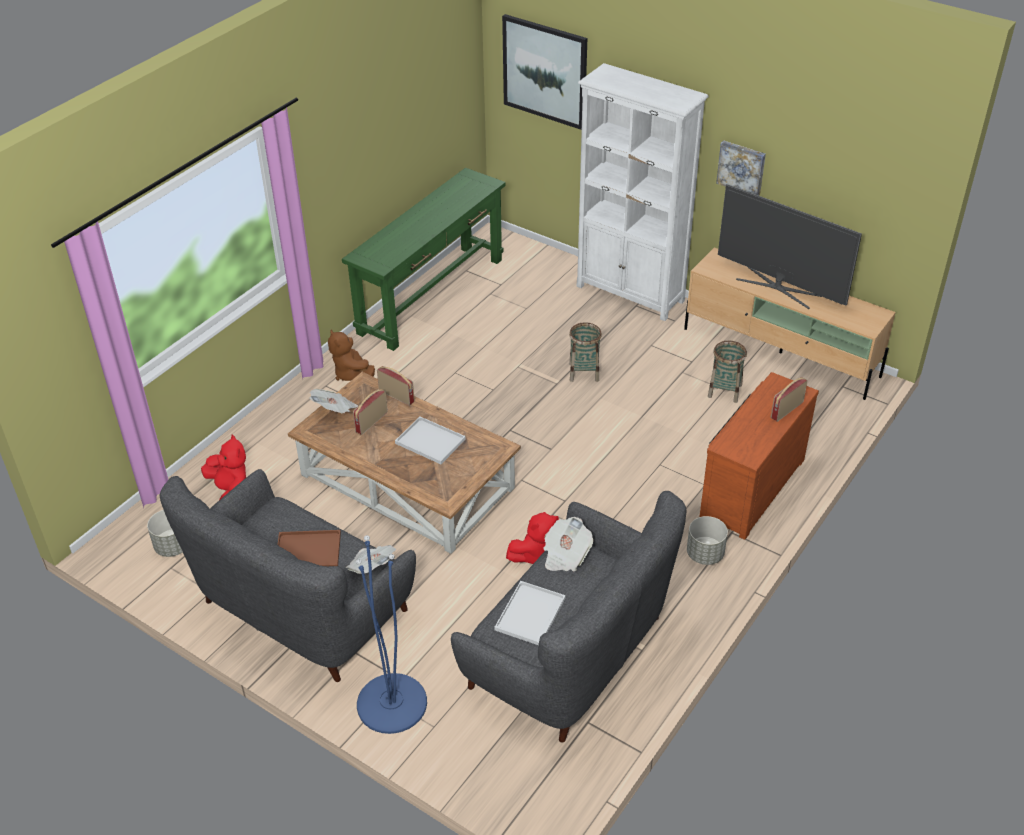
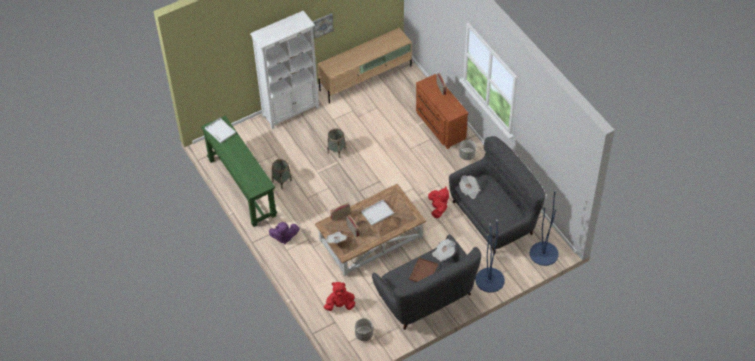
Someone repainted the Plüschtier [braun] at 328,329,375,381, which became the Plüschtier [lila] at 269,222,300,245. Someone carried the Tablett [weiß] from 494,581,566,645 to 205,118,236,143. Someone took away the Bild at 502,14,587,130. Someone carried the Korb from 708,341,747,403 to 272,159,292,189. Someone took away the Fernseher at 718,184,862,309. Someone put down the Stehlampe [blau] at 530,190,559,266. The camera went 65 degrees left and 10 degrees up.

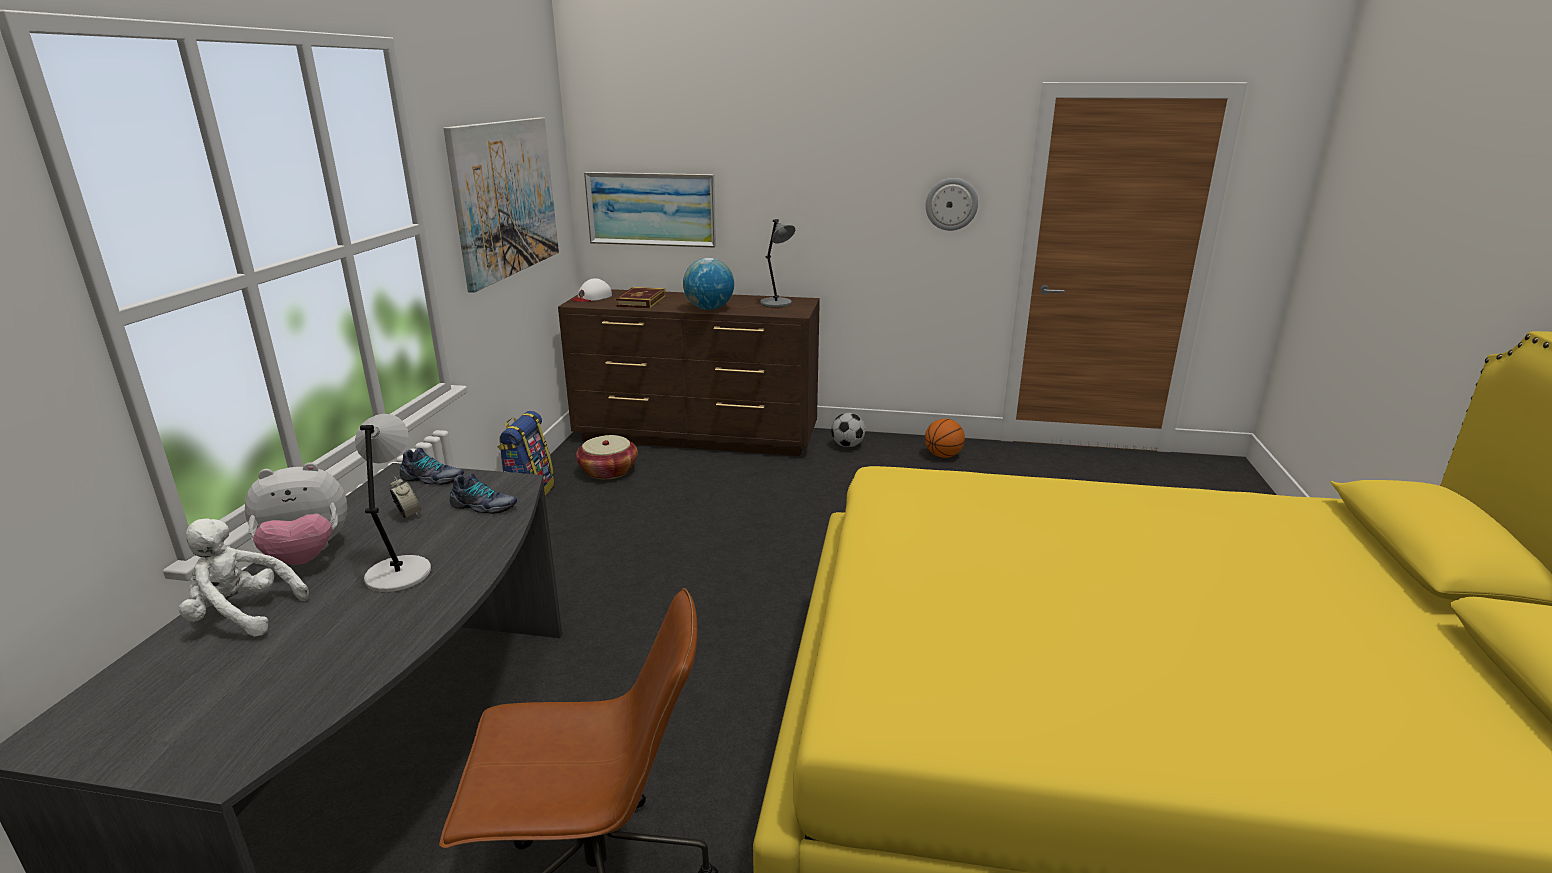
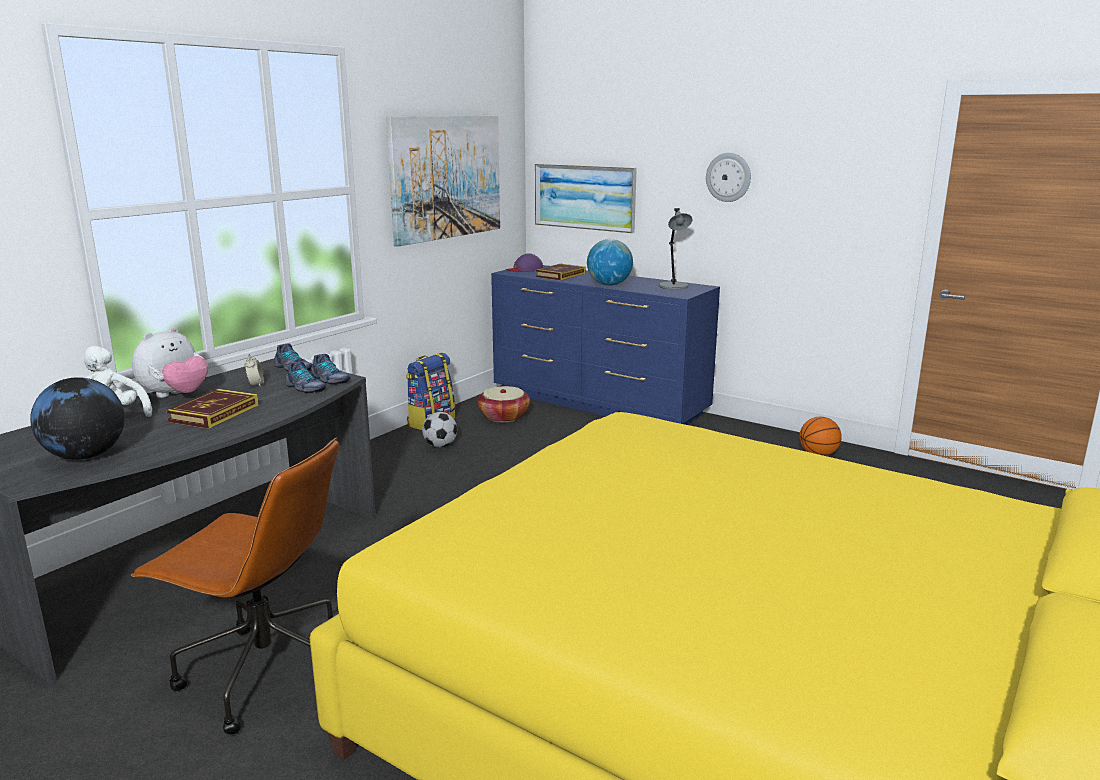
Someone rotated the Plüschtier at 245,462,348,565 by 60 degrees counterclockwise. Someone swapped the Tischlampe [grau] at 355,414,431,592 for the Buch at 166,389,259,429. Someone repainted the Kommode [braun] at 558,289,820,456, which became the Kommode [blau] at 491,265,720,425. Someone repainted the Kappe [weiß] at 571,278,612,302, which became the Kappe [lila] at 506,253,543,272. Someone carried the Fußball from 831,413,865,447 to 422,412,457,447. Someone carried the Wanduhr from 926,178,978,231 to 706,153,751,202. Someone put down the Globus at 30,377,125,460. Someone put down the Schuh at 310,354,350,385. The camera went 25 degrees right and 5 degrees down.

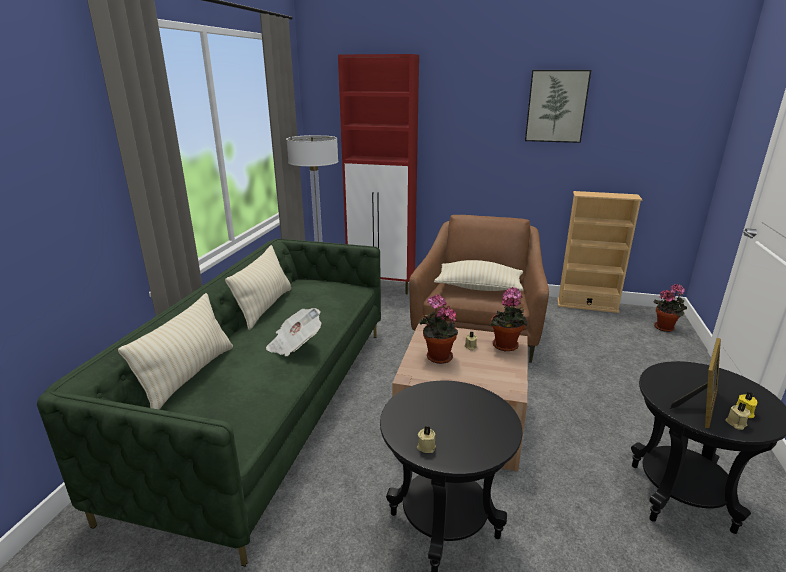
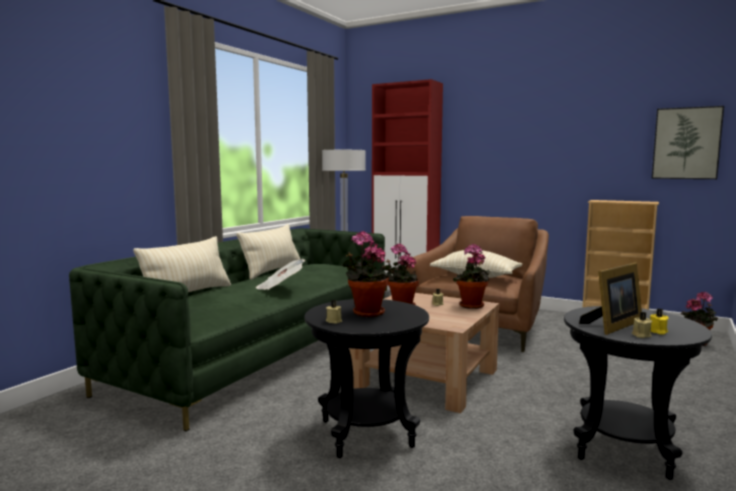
Someone carried the Bild from 525,70,591,143 to 652,106,724,179. Someone put down the Topfpflanze at 342,231,389,317. The camera went 15 degrees right and 15 degrees down.

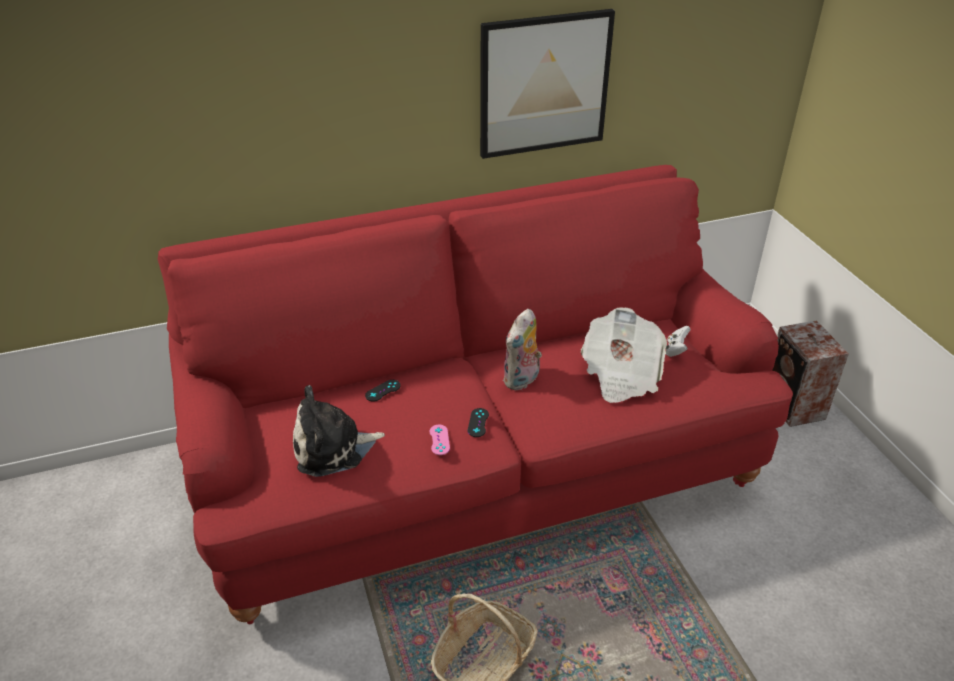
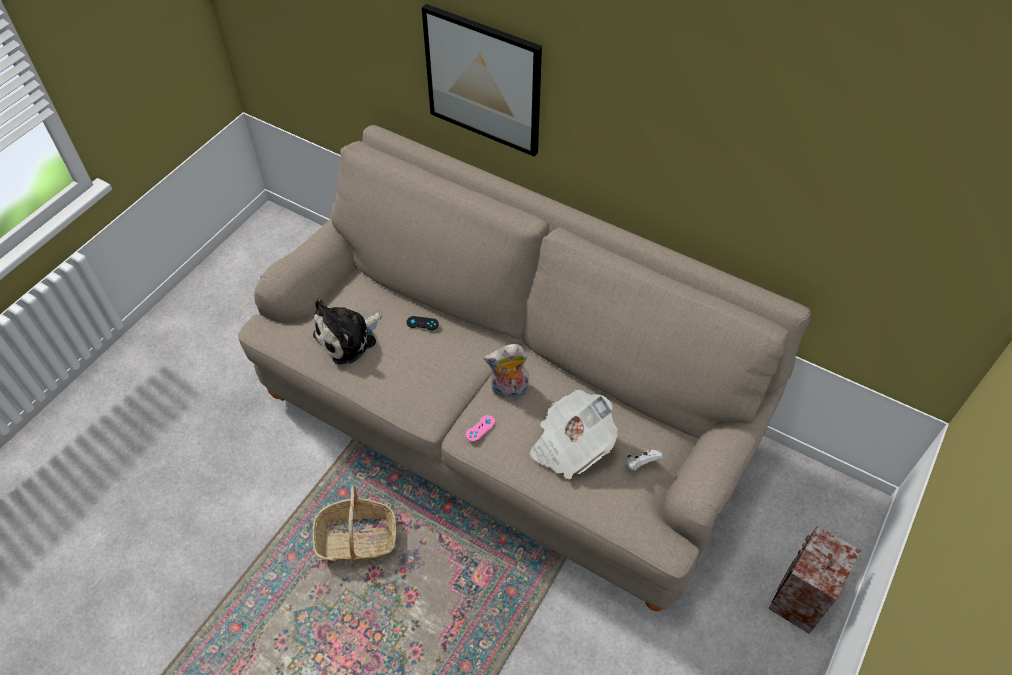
Someone repainted the Sofa [rot] at 158,165,793,624, which became the Sofa [beige] at 238,125,811,611. Someone rotated the Plüschtier at 293,385,385,477 by 75 degrees counterclockwise. Someone carried the Gamepad [rosa] from 429,425,450,455 to 466,415,495,442. Someone took away the Gamepad [schwarz] at 468,408,489,437. Someone carried the Bild from 480,9,615,159 to 422,4,542,157. The camera went 50 degrees right and 15 degrees up.

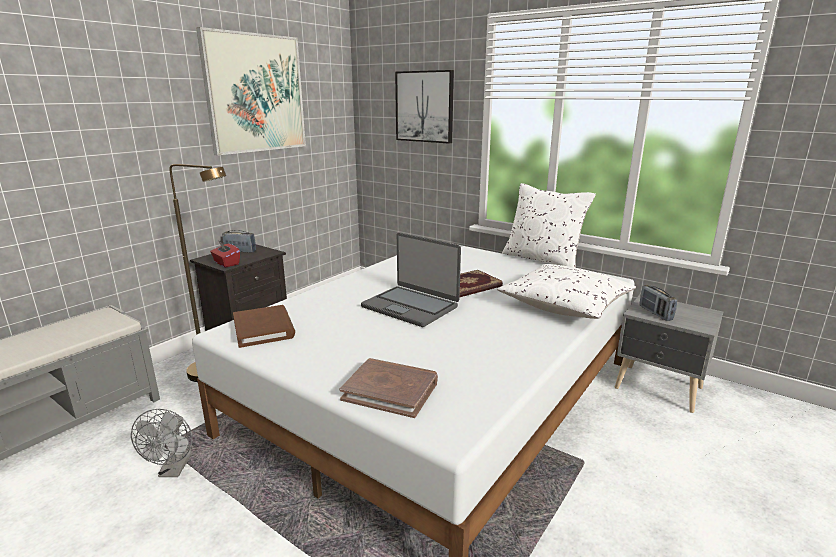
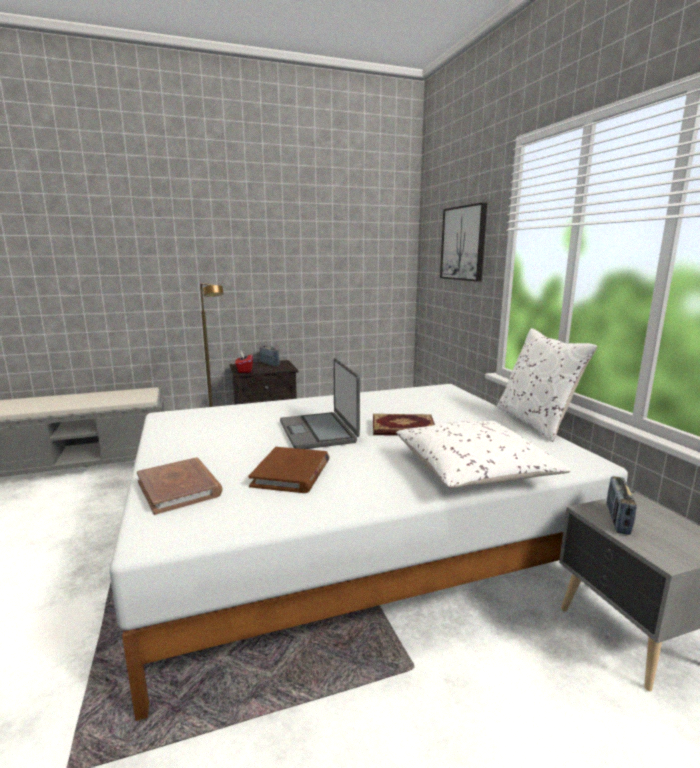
Someone took away the Ventilator [grau] at 131,409,192,477. Someone took away the Bild at 196,27,306,156. Someone carried the Buch [braun] from 233,305,295,348 to 249,447,329,493. The camera went 35 degrees right and 5 degrees down.

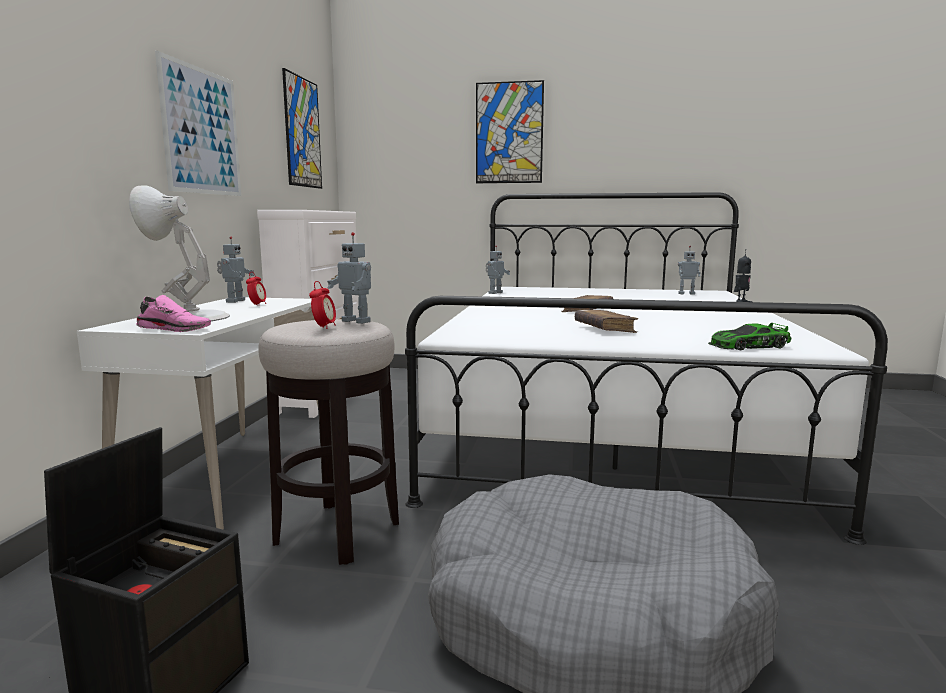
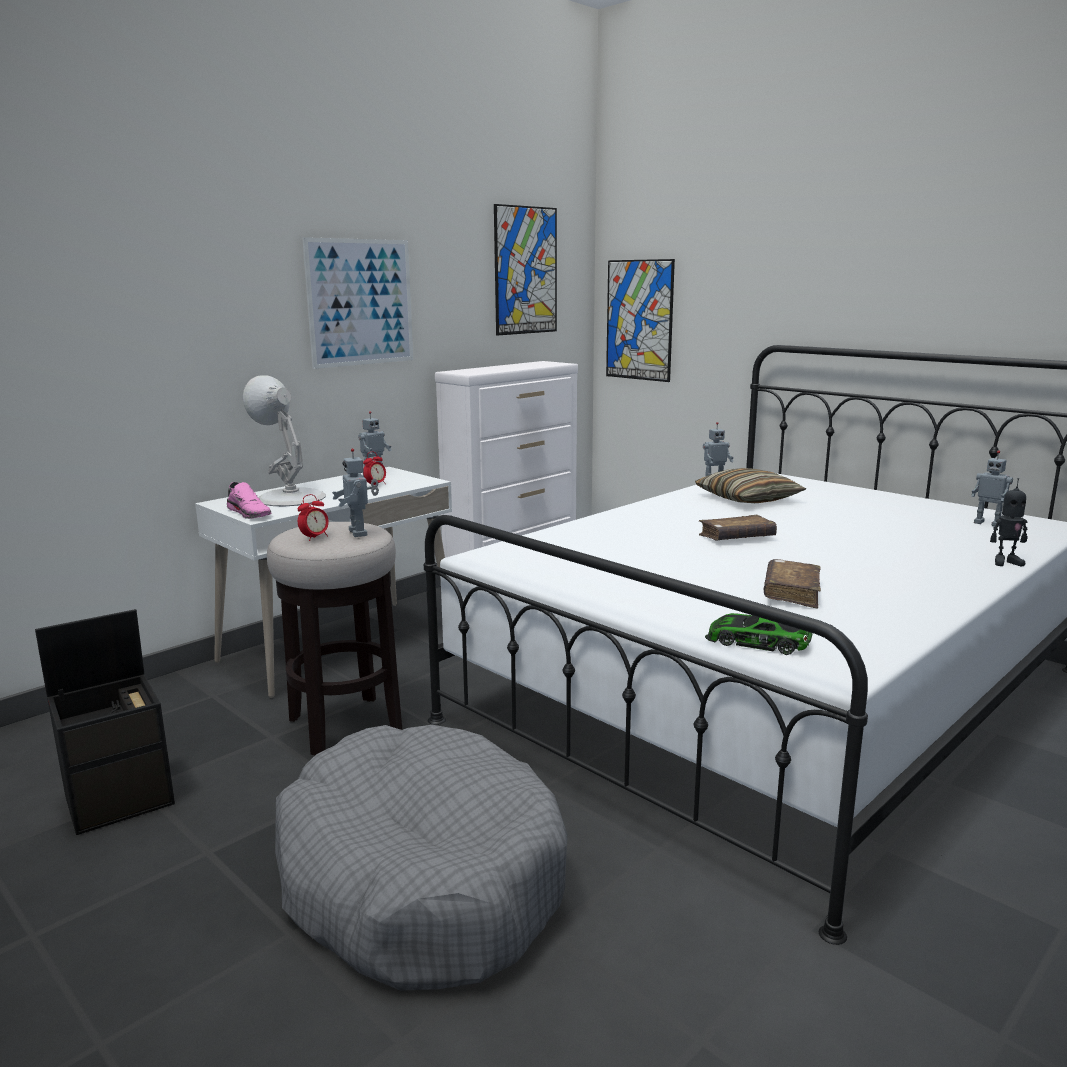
Someone carried the Bild from 476,80,544,183 to 606,259,675,382. Someone carried the Buch [braun] from 575,310,638,333 to 764,559,821,609. Someone put down the Kissen at 695,468,806,503. The camera went 35 degrees right and 5 degrees up.

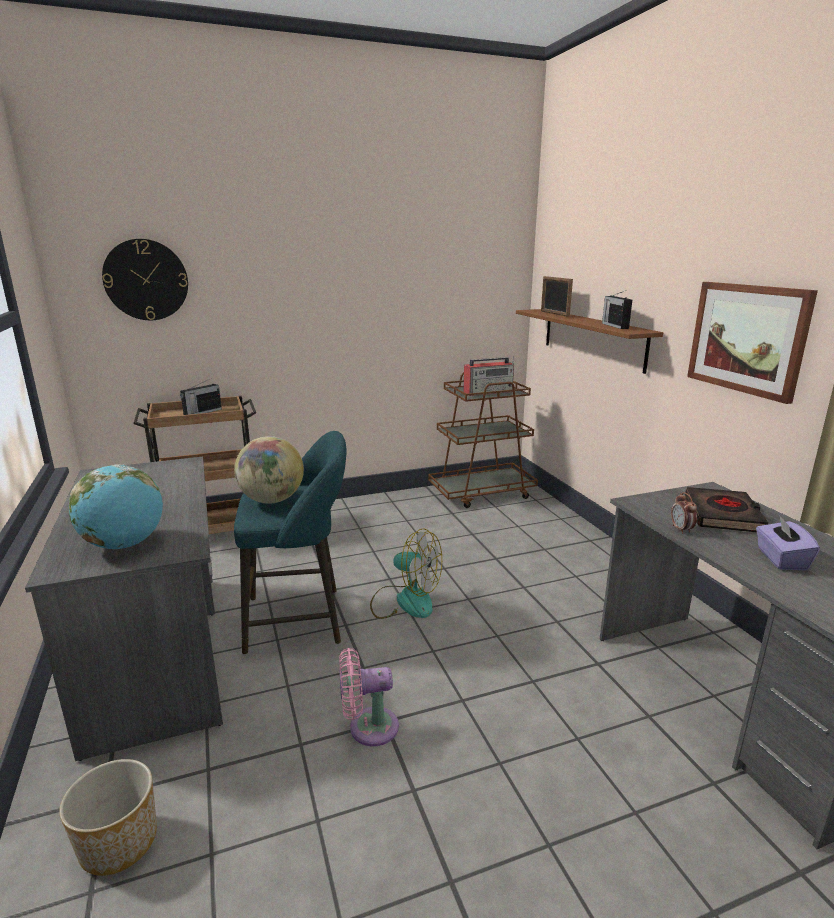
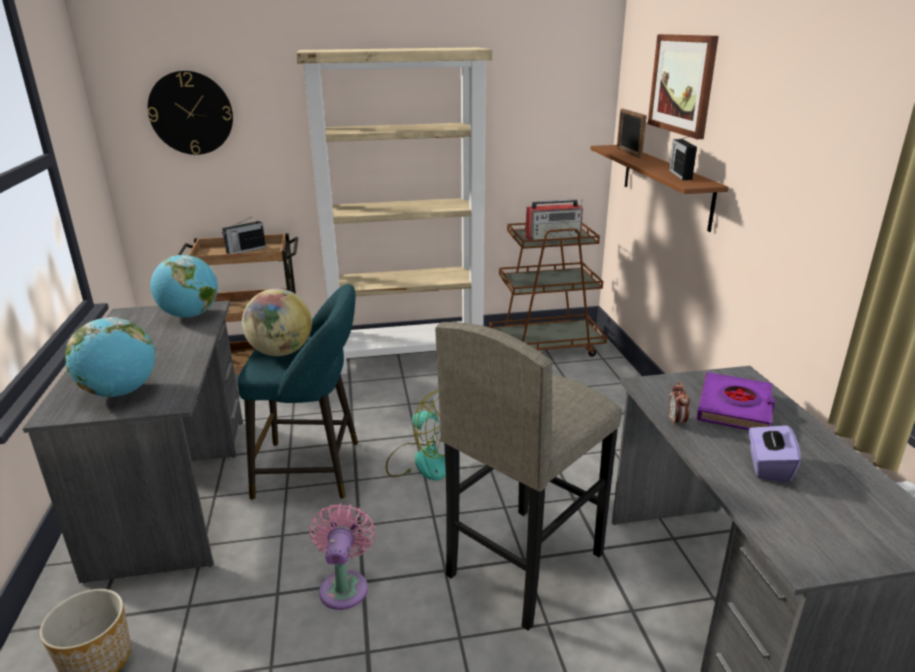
Someone rotated the Ventilator [rosa] at 339,648,399,746 by 90 degrees clockwise. Someone repainted the Buch [schwarz] at 685,487,768,532, which became the Buch [lila] at 696,372,775,430. Someone carried the Bild from 687,282,818,404 to 648,34,719,139. Someone put down the Globus at 150,255,218,318. Someone put down the Bücherregal [beige] at 296,47,493,374. Someone put down the Hocker [grau] at 435,322,622,631. The camera went 10 degrees right and 5 degrees up.

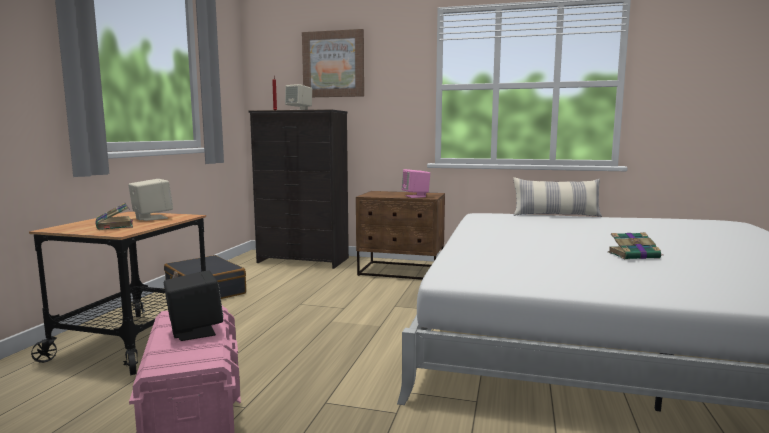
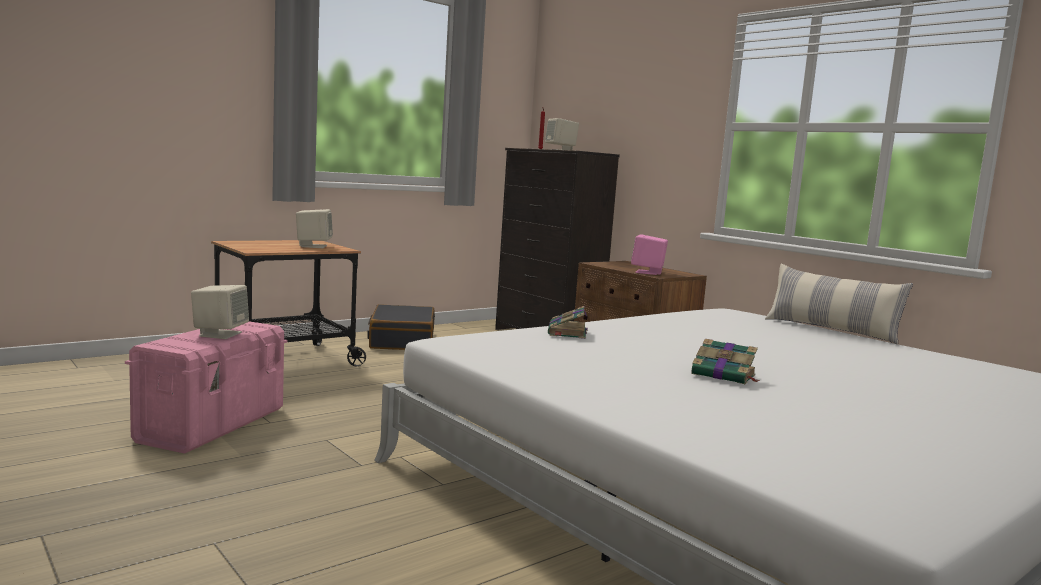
Someone carried the Buch from 96,203,133,230 to 548,306,588,339. Someone repainted the Lautsprecher [schwarz] at 164,270,223,341, which became the Lautsprecher [beige] at 191,285,249,339. Someone took away the Bild at 302,29,364,97. The camera went 35 degrees right and 0 degrees up.

